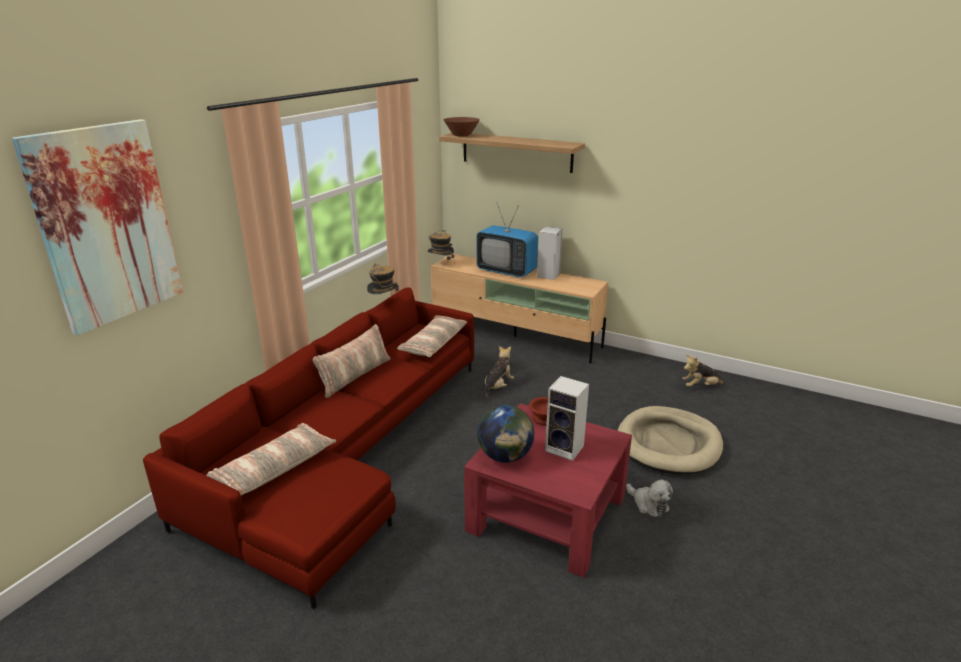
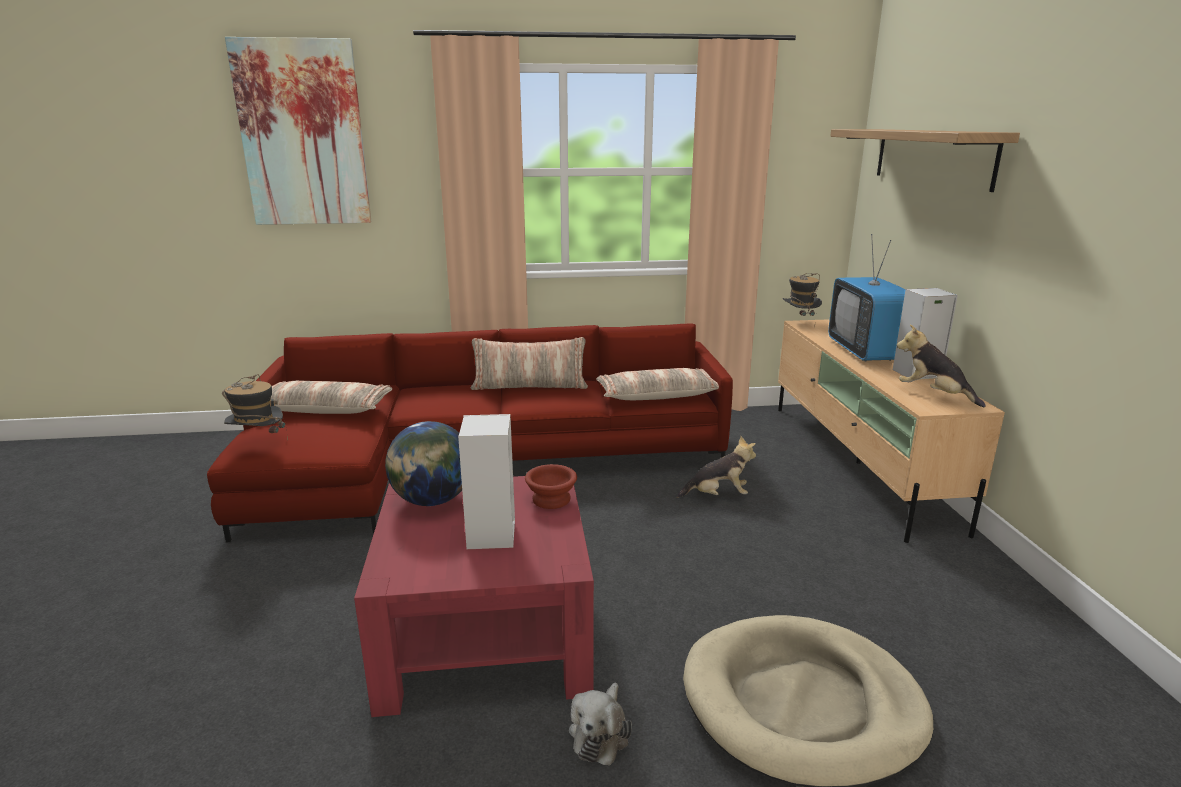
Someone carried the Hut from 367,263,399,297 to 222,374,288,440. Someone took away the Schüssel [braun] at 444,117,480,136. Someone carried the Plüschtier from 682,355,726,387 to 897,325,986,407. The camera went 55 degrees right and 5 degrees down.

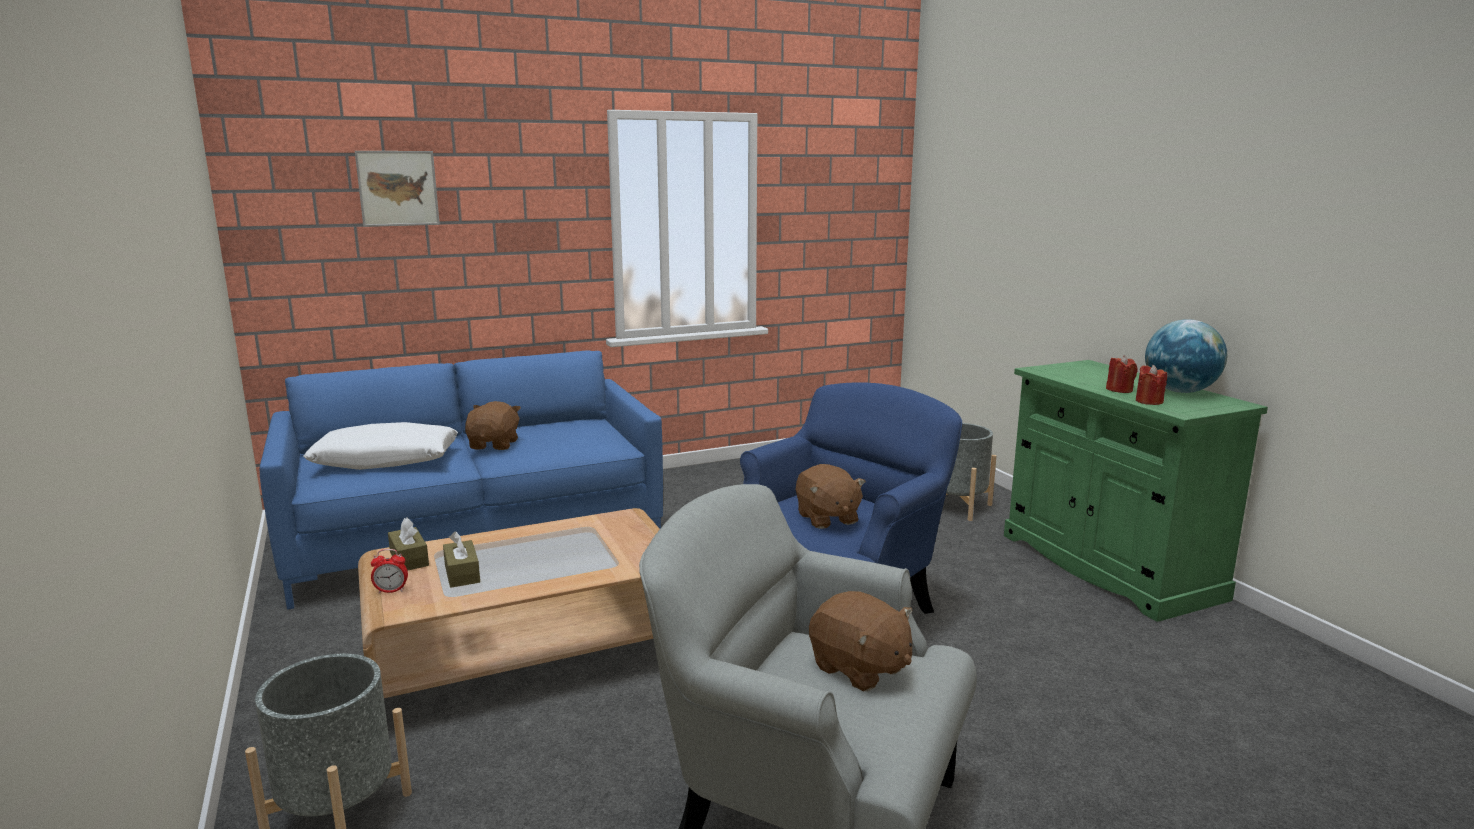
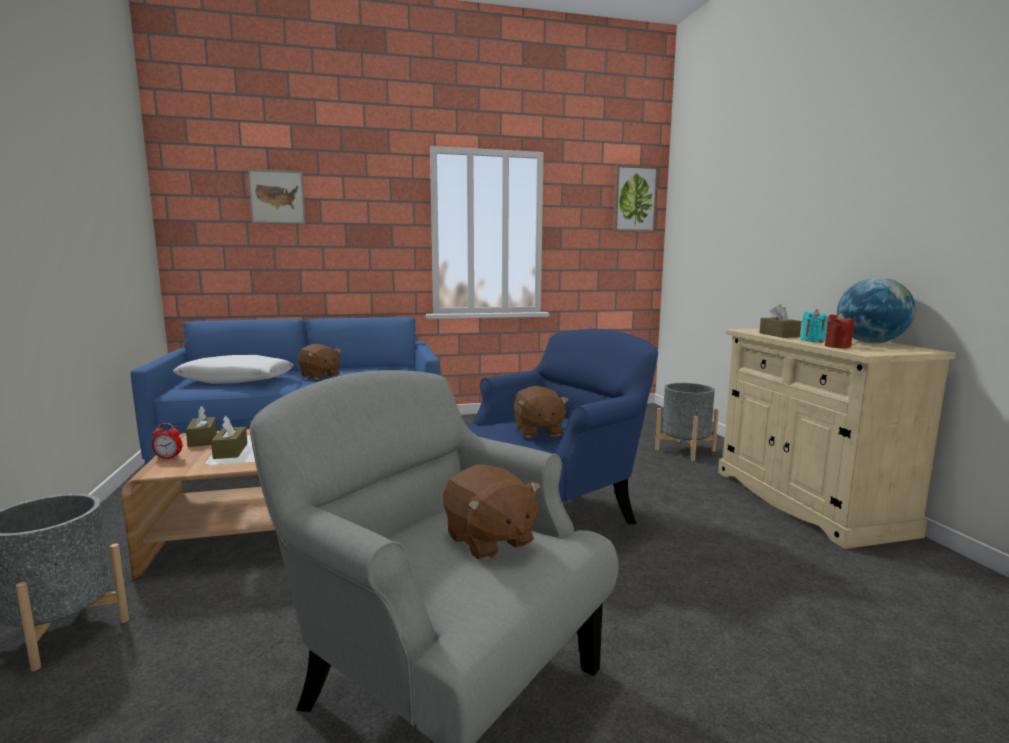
Someone rotated the Plüschtier [braun] at 465,401,521,450 by 120 degrees clockwise. Someone repainted the Schrank [grün] at 1004,360,1268,622, which became the Schrank [beige] at 718,329,956,549. Someone repainted the Kerze [rot] at 1106,355,1138,393, which became the Kerze [türkis] at 800,309,828,342. Someone put up the Bild at 613,164,659,232. Someone put down the Taschentuchbox [braun] at 759,304,802,338. The camera went 10 degrees right and 5 degrees down.

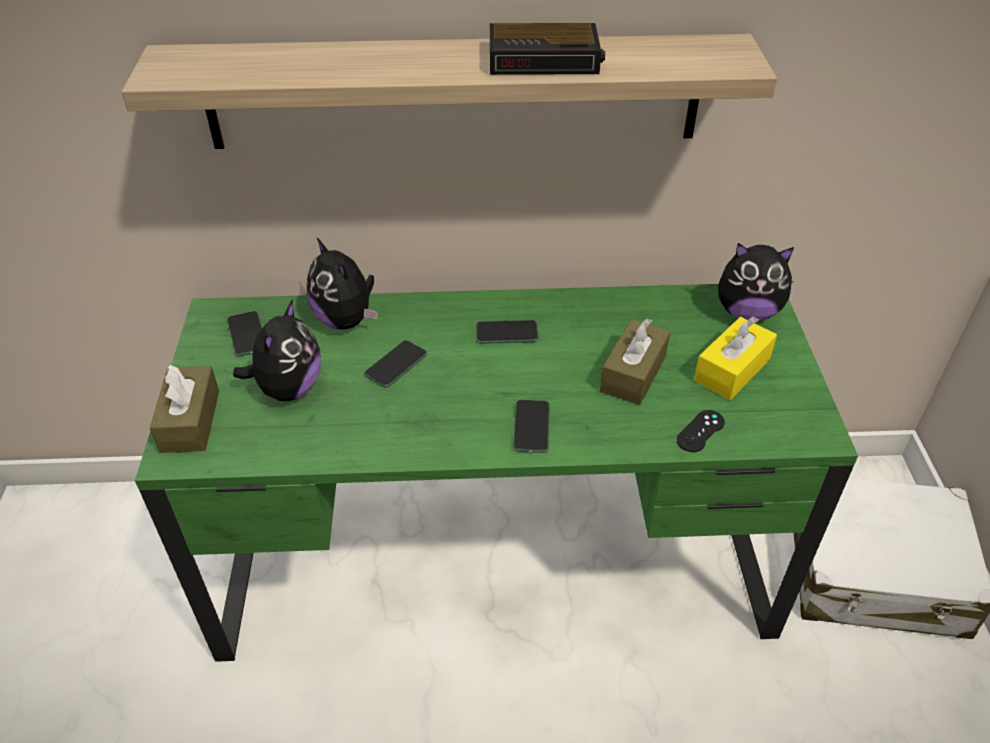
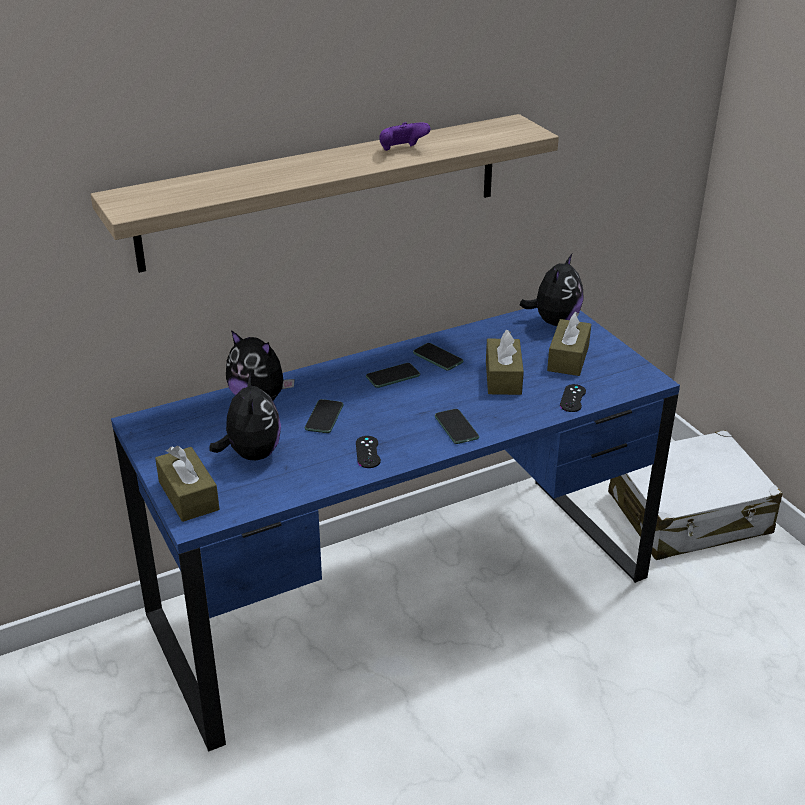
Someone repainted the Schreibtisch [grün] at 135,284,858,662, which became the Schreibtisch [blau] at 111,308,680,752. Someone carried the Handy from 227,311,262,356 to 413,343,463,371. Someone swapped the Wecker at 490,23,605,75 for the Gamepad [lila] at 379,122,431,151. Someone repainted the Taschentuchbox [gelb] at 694,316,777,400, which became the Taschentuchbox [braun] at 547,312,591,376. Someone rotated the Plüschtier at 718,243,794,321 by 45 degrees counterclockwise. Someone put down the Gamepad [schwarz] at 356,436,381,468. The camera went 25 degrees left and 10 degrees down.

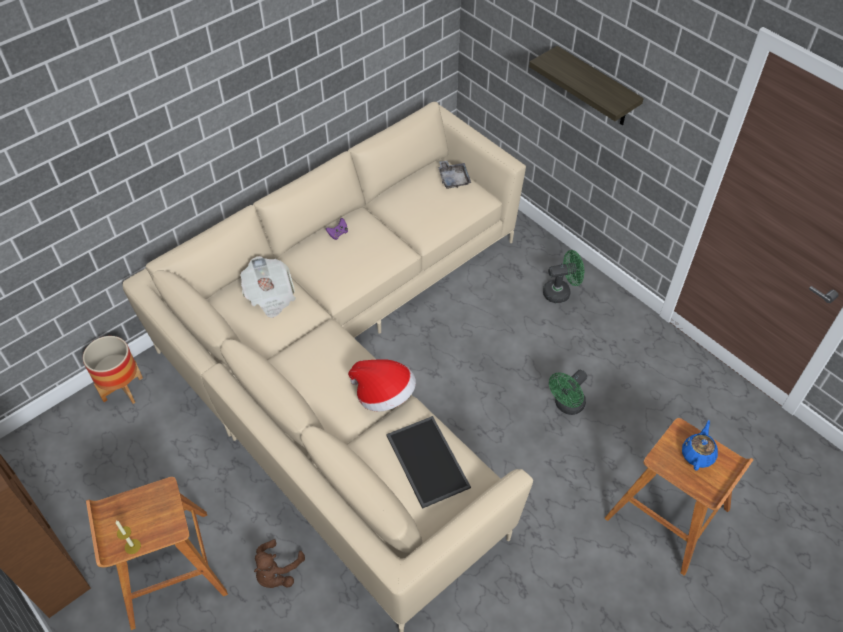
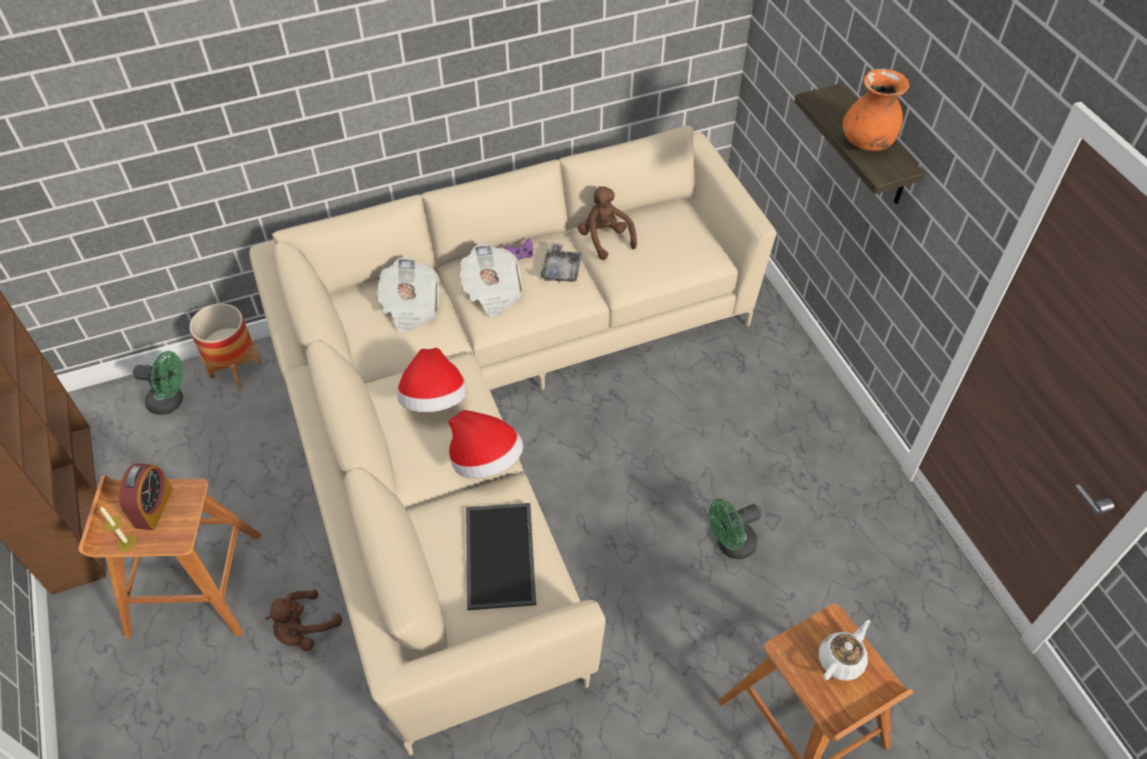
Someone carried the Tablett [grau] from 438,160,471,189 to 541,243,582,283. Someone carried the Ventilator [grün] from 543,250,584,303 to 133,351,183,415. Someone repainted the Teekanne [blau] at 682,420,718,470, which became the Teekanne [weiß] at 819,620,870,681. Someone put down the Wecker at 119,463,173,530. Someone put down the Hut at 397,348,467,412. Someone put down the Zeitung at 460,243,523,318. Someone put down the Plüschtier [braun] at 578,186,637,260. Someone put down the Vase [orange] at 842,69,910,151. The camera went 20 degrees right and 0 degrees up.

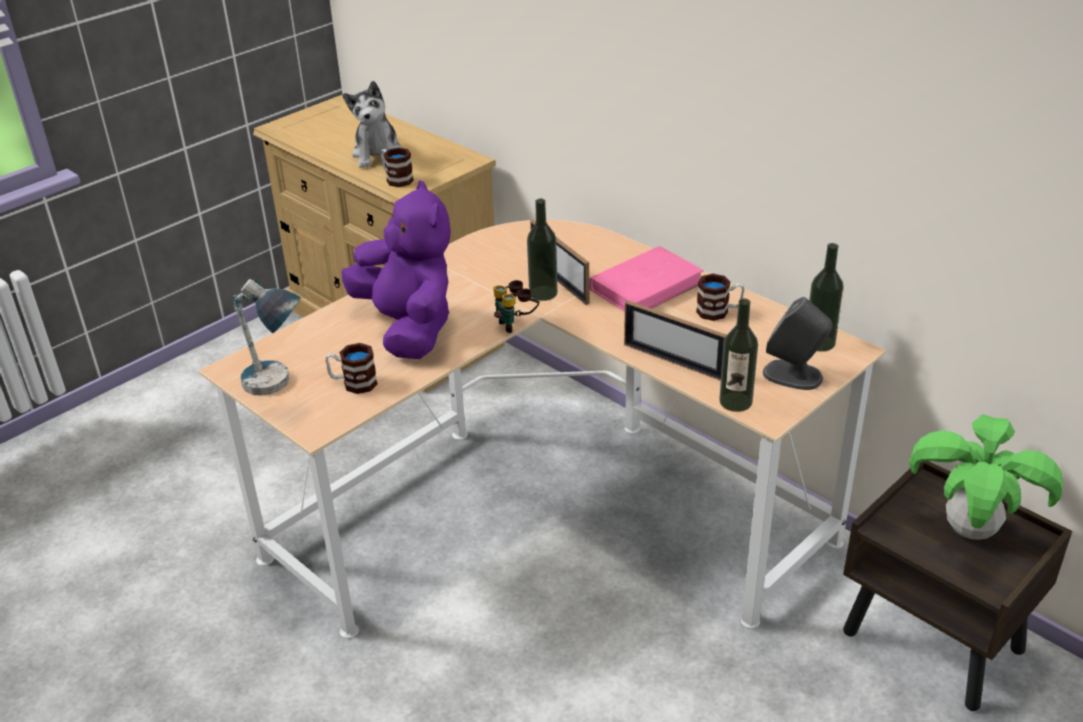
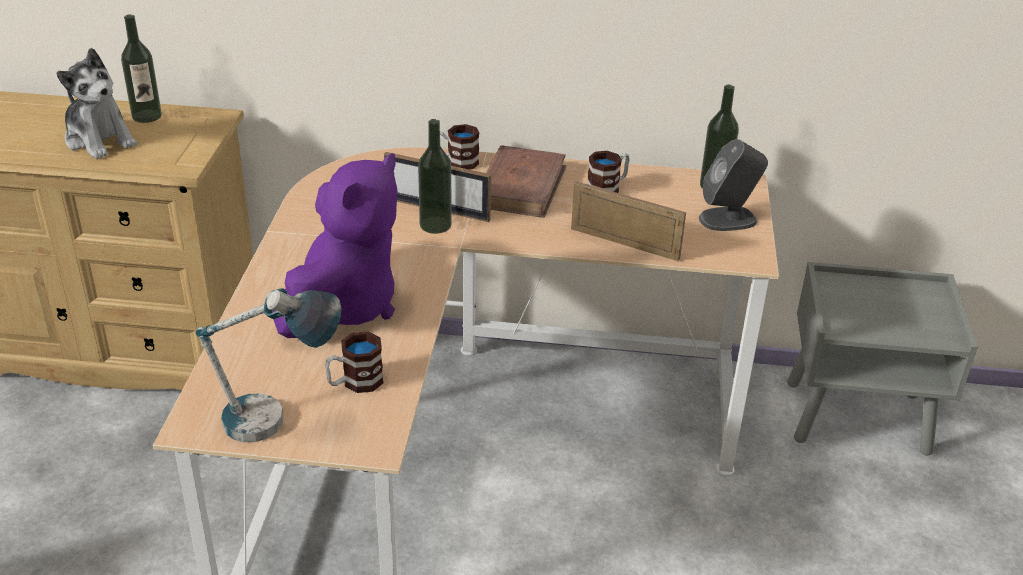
Someone rotated the Plüschtier [lila] at 341,180,451,359 by 90 degrees clockwise. Someone carried the Henkelbecher from 380,147,414,187 to 440,124,479,170. Someone took away the Fernglas at 494,280,539,333. Someone repainted the Buch [rosa] at 589,246,704,312, which became the Buch [braun] at 486,145,567,218. Someone rotated the Bilderrahmen at 624,300,727,381 by 150 degrees counterclockwise. Someone carried the Flasche from 719,299,758,412 to 121,14,162,123. Someone repainted the Nachttisch [braun] at 843,461,1072,711, which became the Nachttisch [grau] at 787,262,978,455. Someone took away the Topfpflanze at 909,414,1063,540. The camera went 40 degrees left and 0 degrees up.

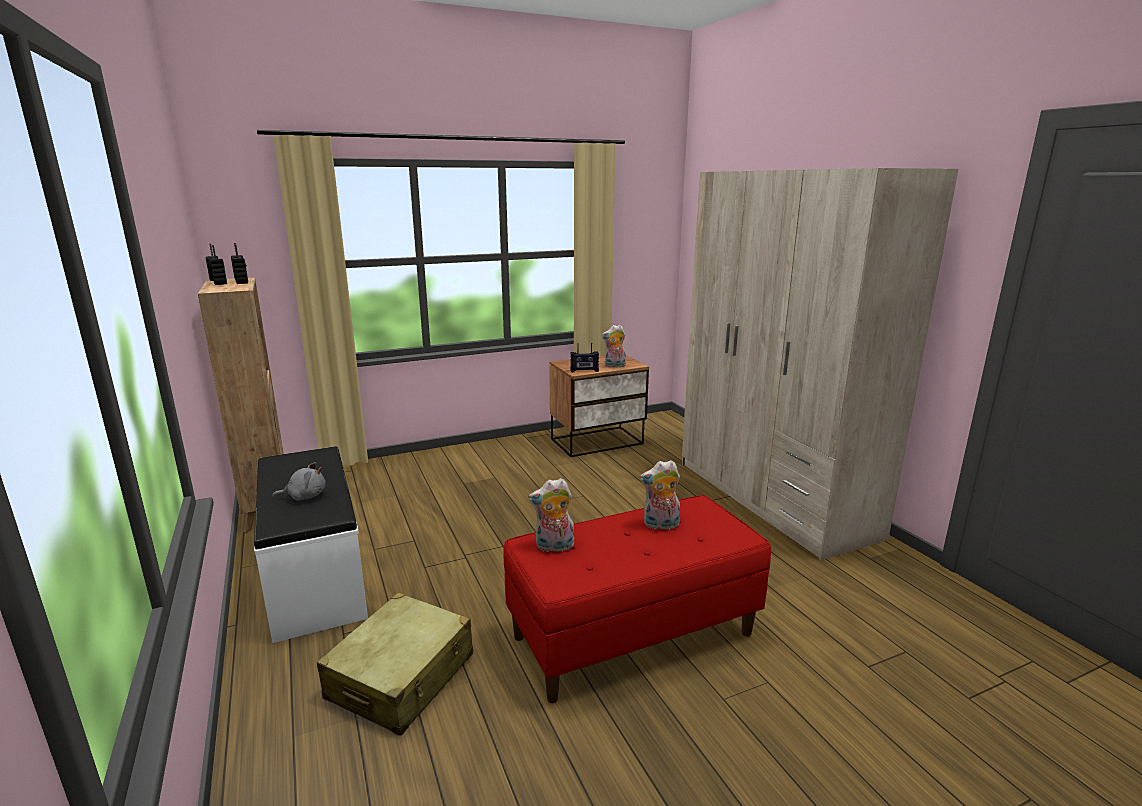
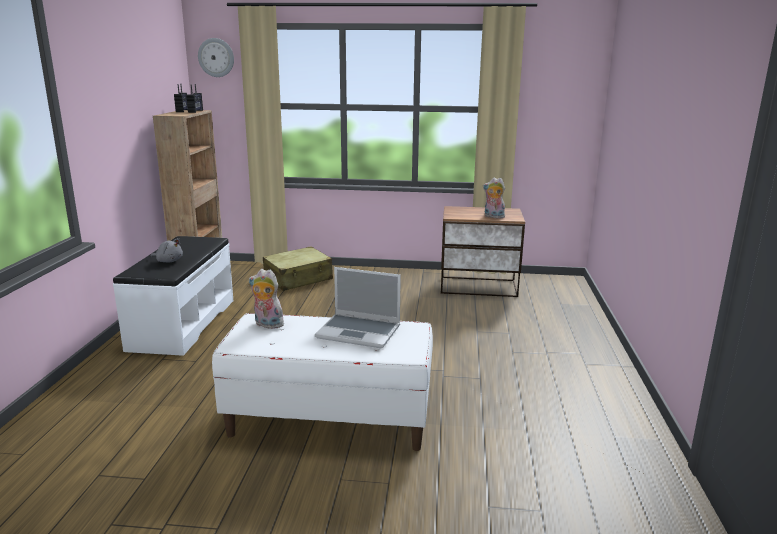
Someone carried the Koffer [beige] from 317,593,473,736 to 263,246,333,291. Someone repainted the Bank [rot] at 503,495,771,703, which became the Bank [weiß] at 212,313,433,451. Someone took away the Radio at 570,343,599,372. Someone swapped the Plüschtier at 640,460,680,530 for the Laptop at 315,267,401,348. Someone took away the Kleiderschrank [beige] at 682,168,958,560. Someone put up the Wanduhr at 198,38,234,77. The camera went 30 degrees right and 0 degrees up.

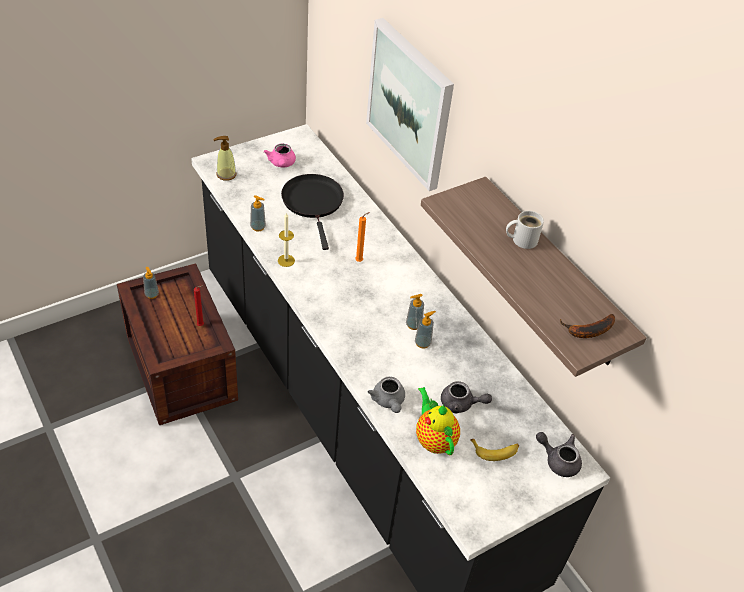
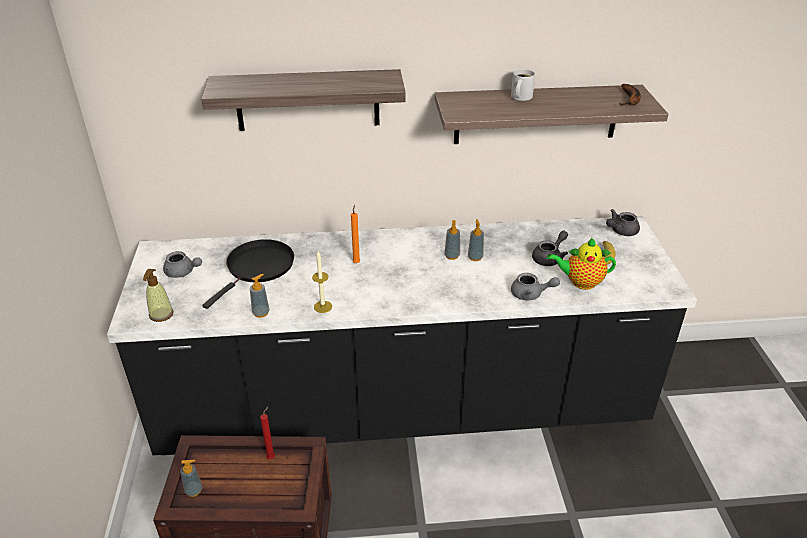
Someone repainted the Teekanne [rosa] at 264,144,296,168, which became the Teekanne [grau] at 163,251,202,278. Someone rotated the Pfanne [schwarz] at 281,174,344,250 by 105 degrees clockwise. Someone swapped the Bild at 366,18,454,191 for the Wandregal at 201,69,406,131. The camera went 60 degrees left and 10 degrees down.

